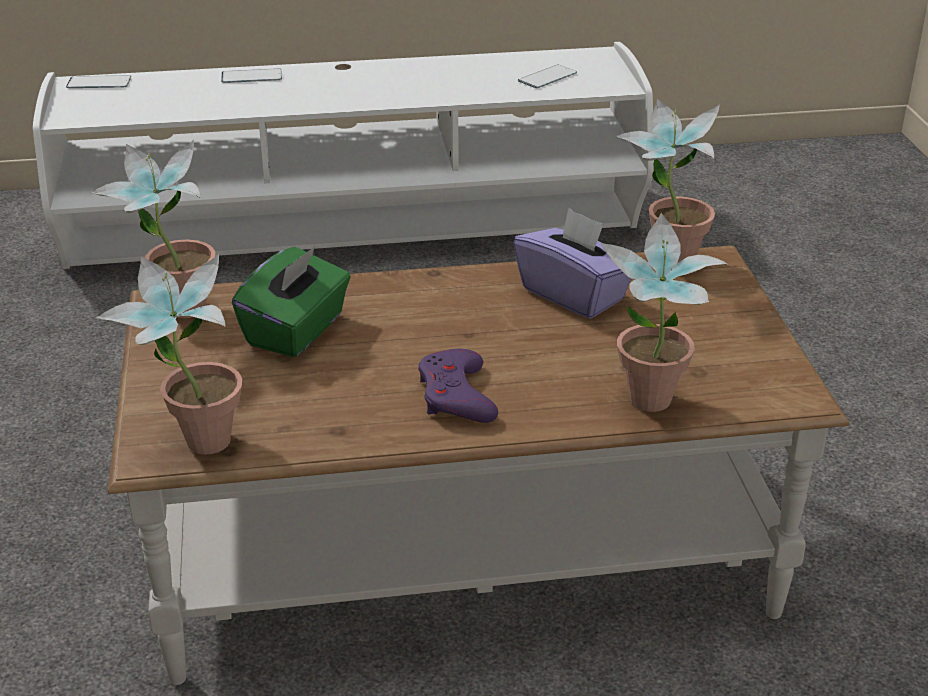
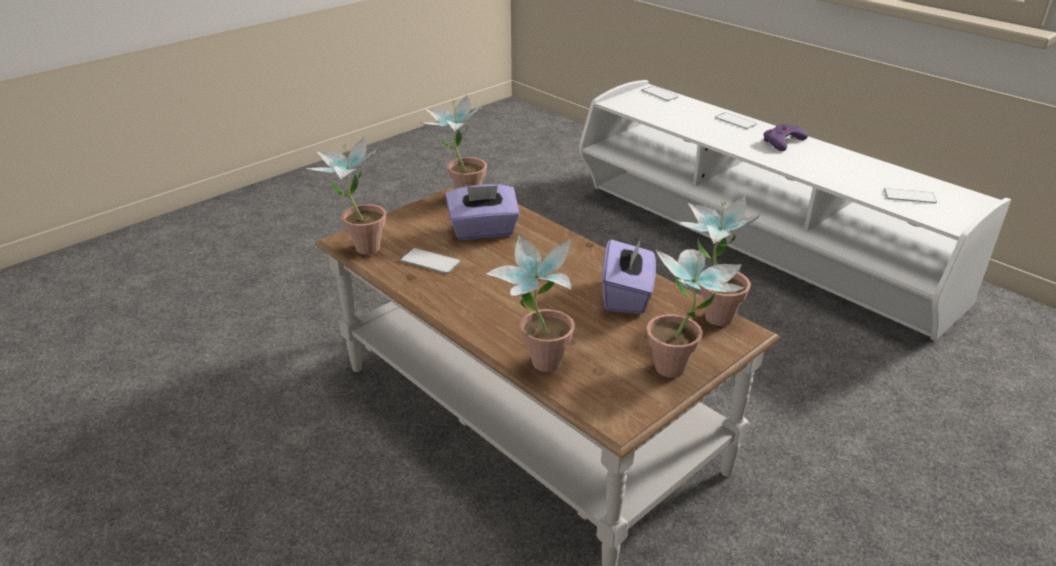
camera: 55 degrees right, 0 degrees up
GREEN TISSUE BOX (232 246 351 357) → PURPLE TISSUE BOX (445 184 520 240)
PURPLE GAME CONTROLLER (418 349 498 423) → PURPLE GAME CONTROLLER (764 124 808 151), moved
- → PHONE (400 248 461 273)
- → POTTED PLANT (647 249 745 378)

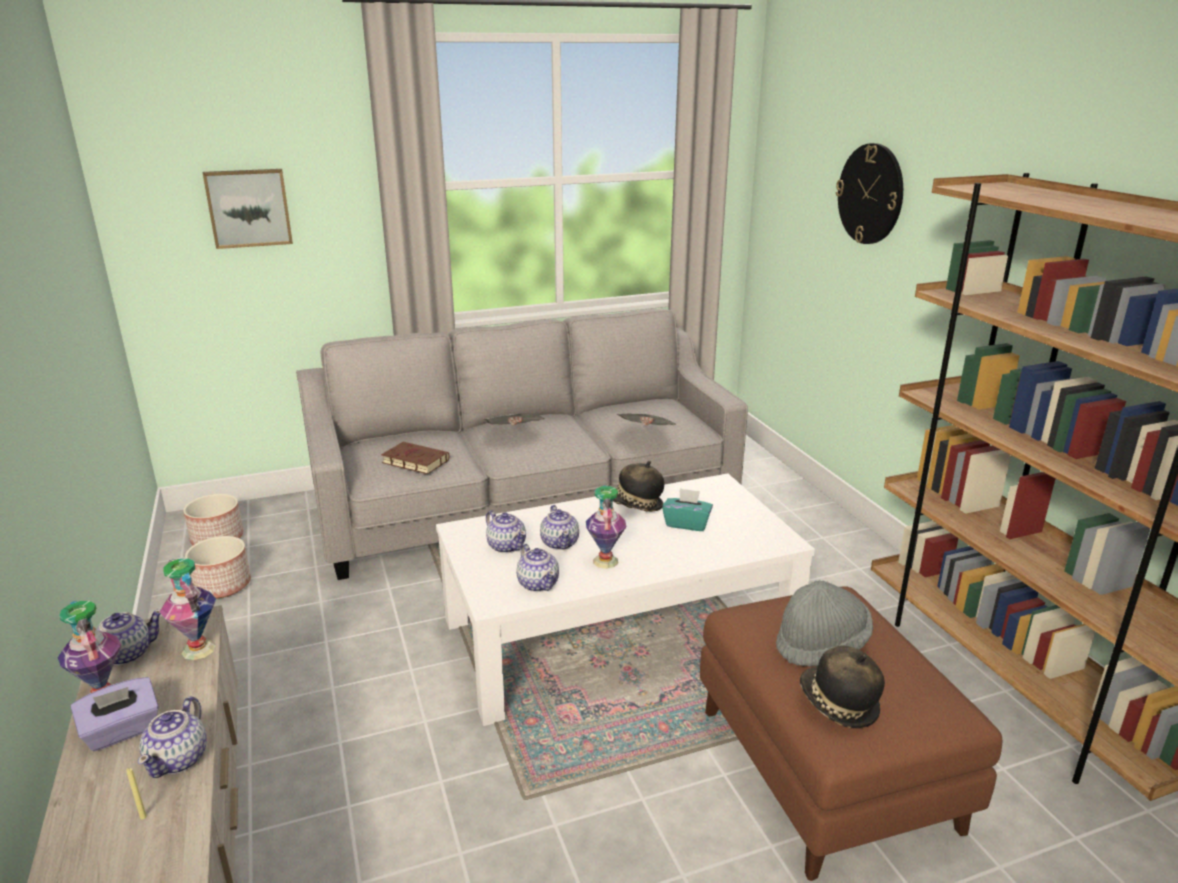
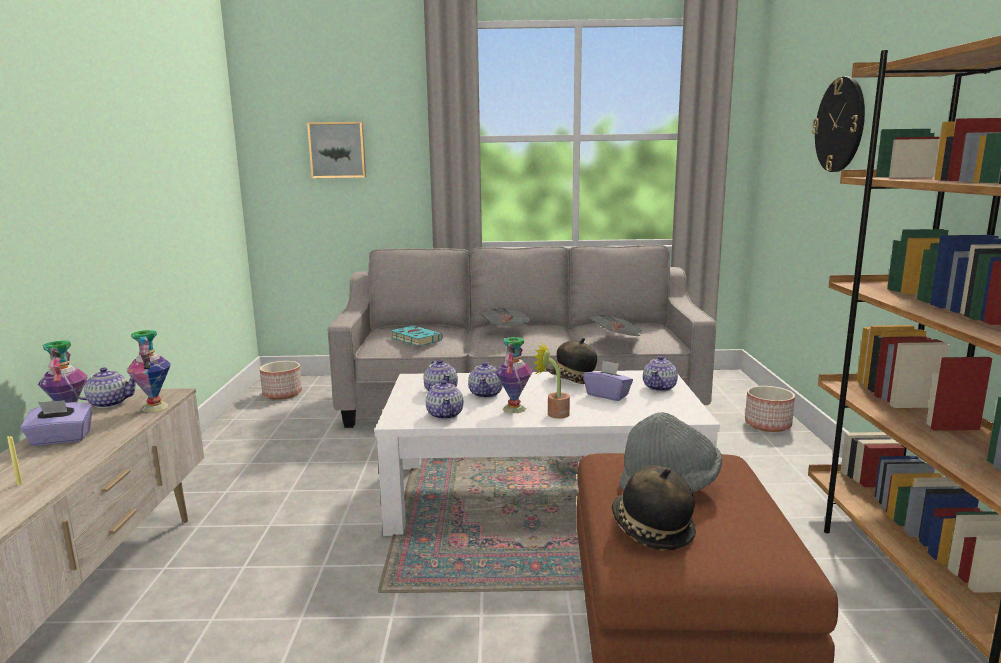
camera: 20 degrees right, 10 degrees down
TEAPOT (138 696 207 778) → TEAPOT (643 356 678 392), moved
PLANTER (185 536 251 599) → PLANTER (745 386 795 432), moved
BROWN BOOK (381 442 450 474) → TURQUOISE BOOK (391 326 443 346)
TURQUOISE TISSUE BOX (662 488 713 531) → PURPLE TISSUE BOX (583 360 633 401)
- → POTTED PLANT (533 342 570 419)

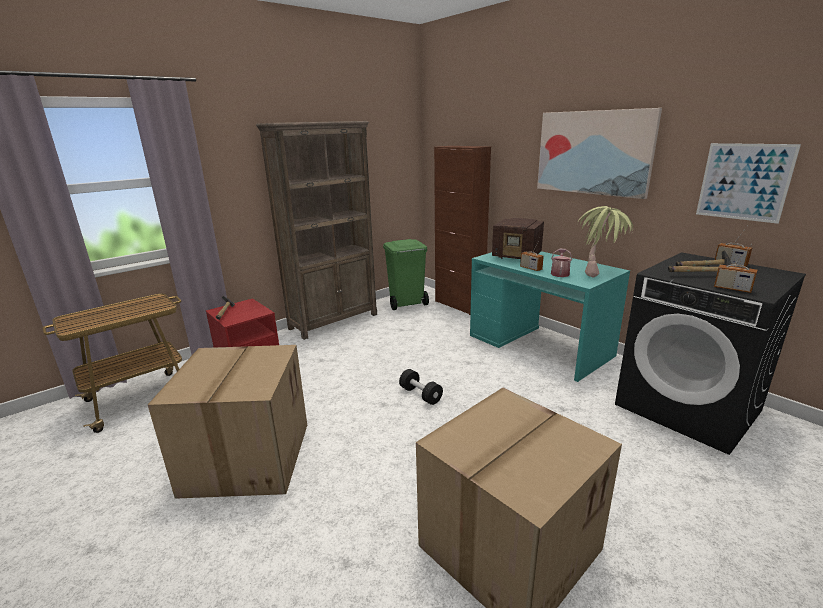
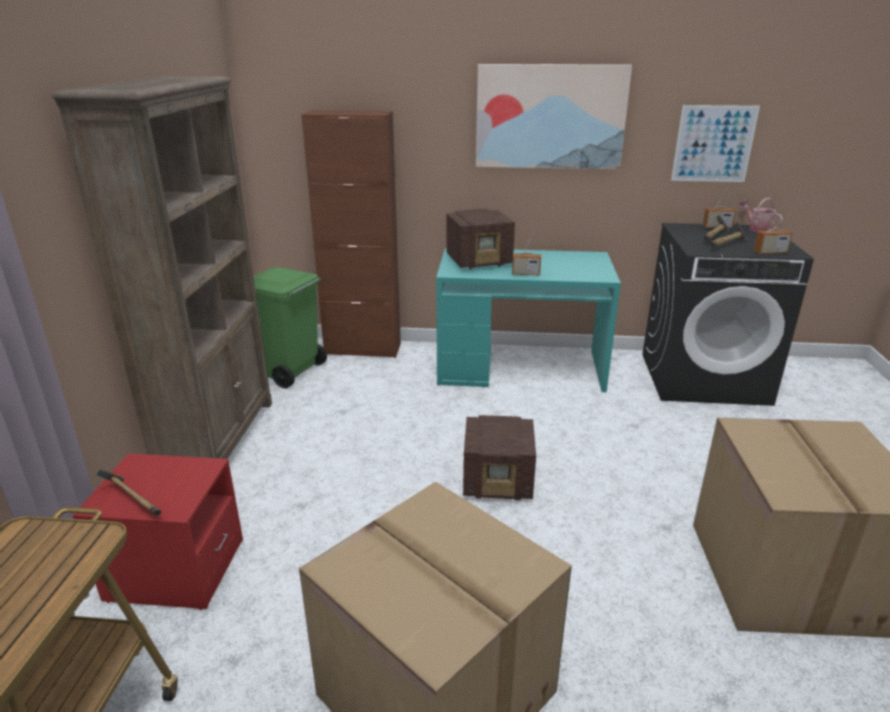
camera: 45 degrees left, 5 degrees up
BLACK DUMBBELL (399 369 443 405) → RADIO (463 415 536 500)
WATERING CAN (551 249 572 277) → WATERING CAN (740 198 783 233), moved
POTTED PLANT (577 206 633 278) → -

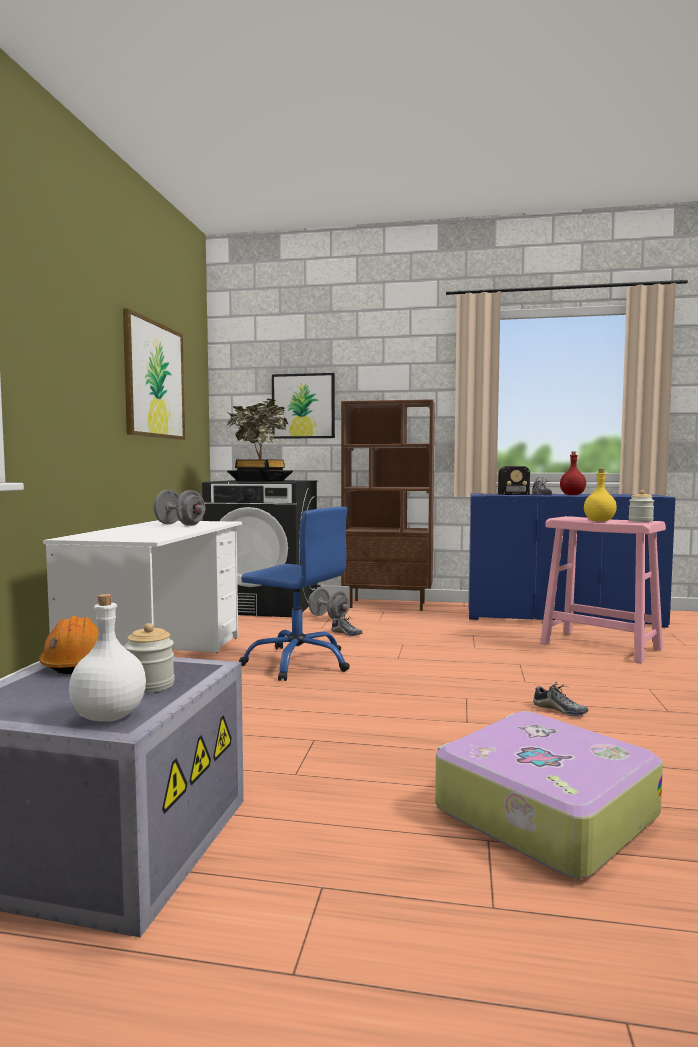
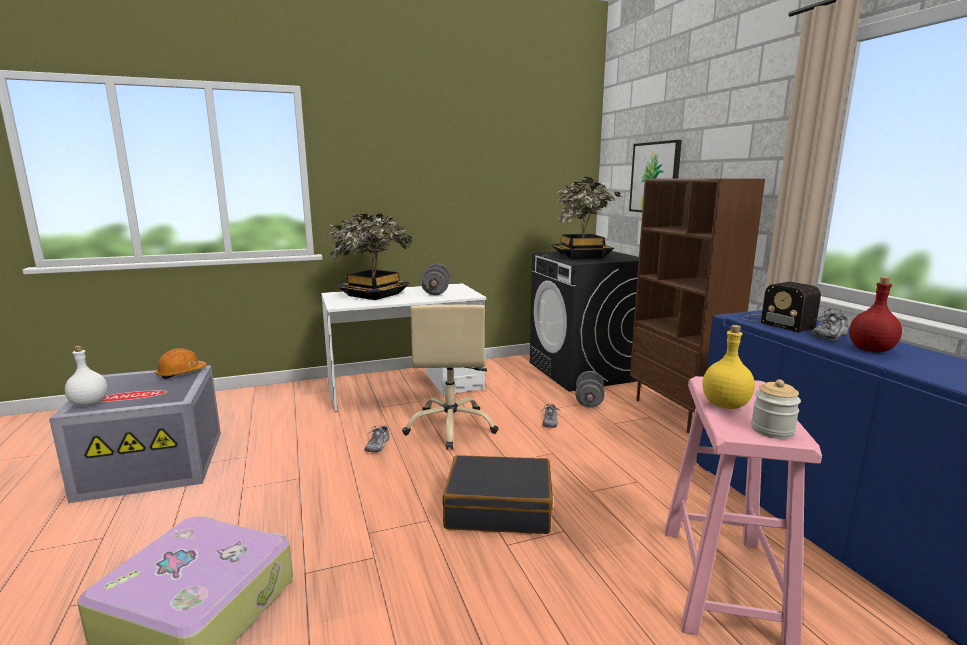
camera: 60 degrees right, 10 degrees up
PICTURE (123 308 185 440) → -
JAR (124 623 175 693) → -
BLUE OFFICE CHAIR (239 507 350 681) → BEIGE OFFICE CHAIR (402 305 499 450)
SHOE (533 682 588 716) → SHOE (364 425 390 453), moved
- → POTTED PLANT (327 211 413 300)
- → BLACK SUITCASE (443 455 553 534)

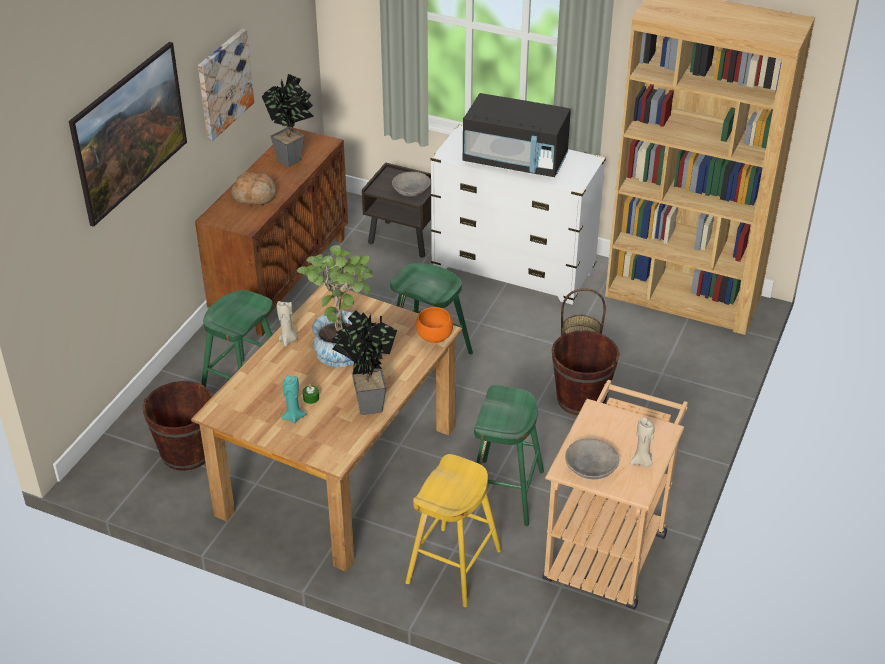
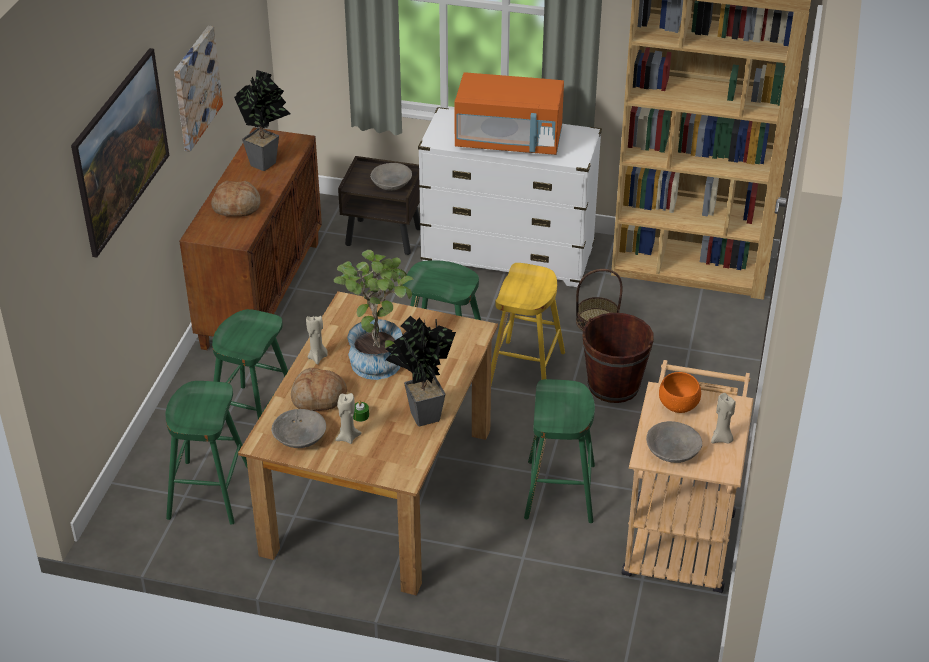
camera: 10 degrees left, 0 degrees up
BROWN BUCKET (143 381 213 471) → GREEN STOOL (165 381 248 525)
TURQUOISE CANDLE (281 376 307 423) → BEIGE CANDLE (335 393 362 444)
YELLOW STOOL (405 454 502 607) → YELLOW STOOL (491 263 565 385), moved
ORANGE BOWL (416 307 453 343) → ORANGE BOWL (659 372 701 413), moved
BLACK MICROWAVE (463 93 571 177) → ORANGE MICROWAVE (454 72 564 155)
- → GREY BOWL (271 409 326 448)
- → BREAD (291 368 347 411)

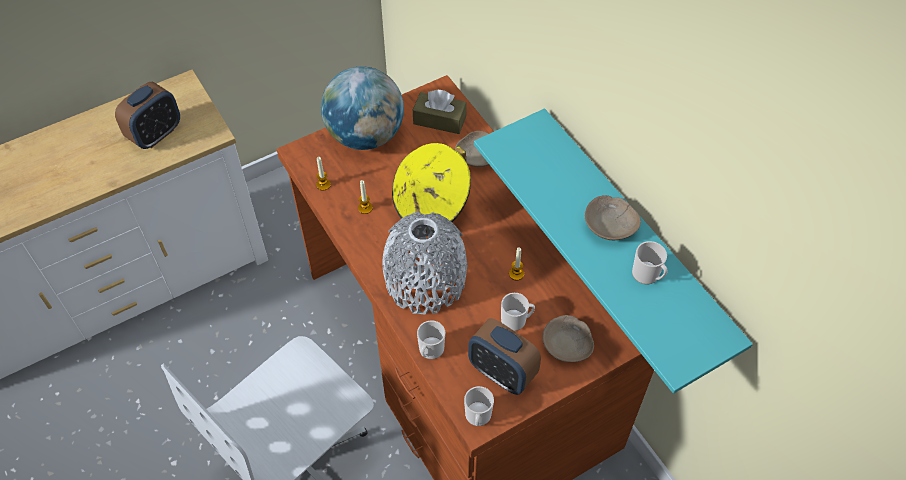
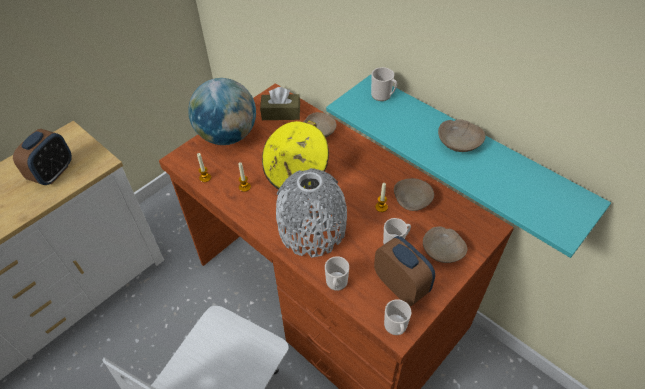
camera: 15 degrees left, 5 degrees down
ALARM CLOCK (468 318 541 395) → ALARM CLOCK (374 236 435 306), 150 degrees counterclockwise
MUG (632 241 668 284) → MUG (371 67 397 101), moved
- → BEIGE BOWL (394 178 434 211)

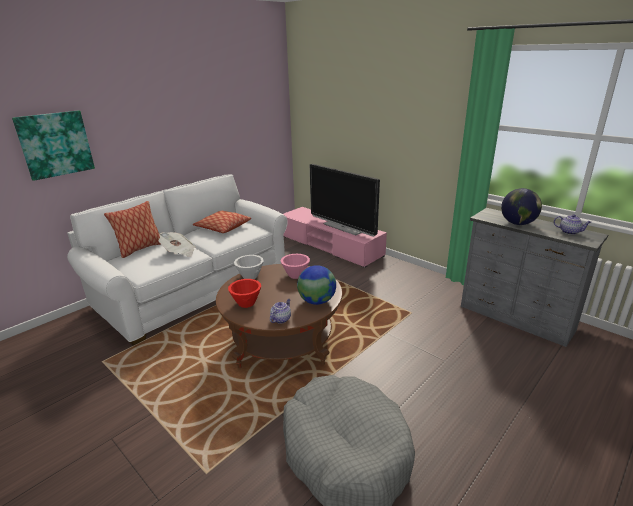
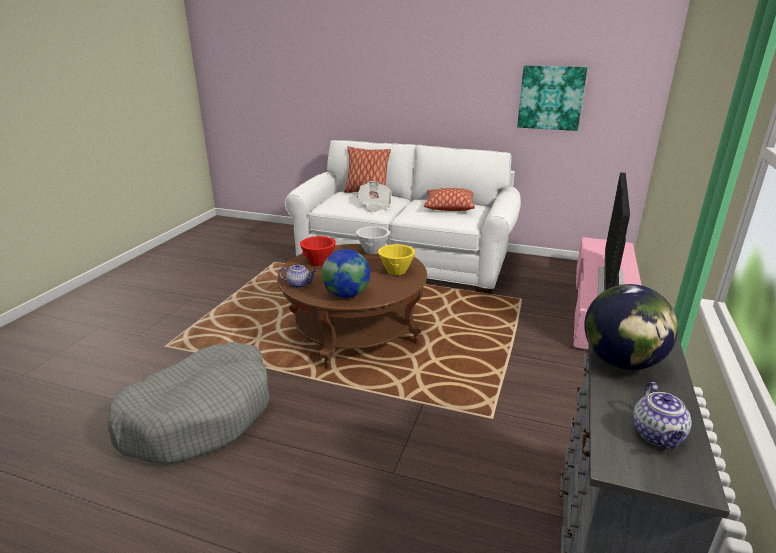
camera: 65 degrees right, 0 degrees up
PICTURE (12 110 95 181) → PICTURE (517 65 587 131), moved
PINK BOWL (281 254 310 279) → YELLOW BOWL (378 244 415 275)

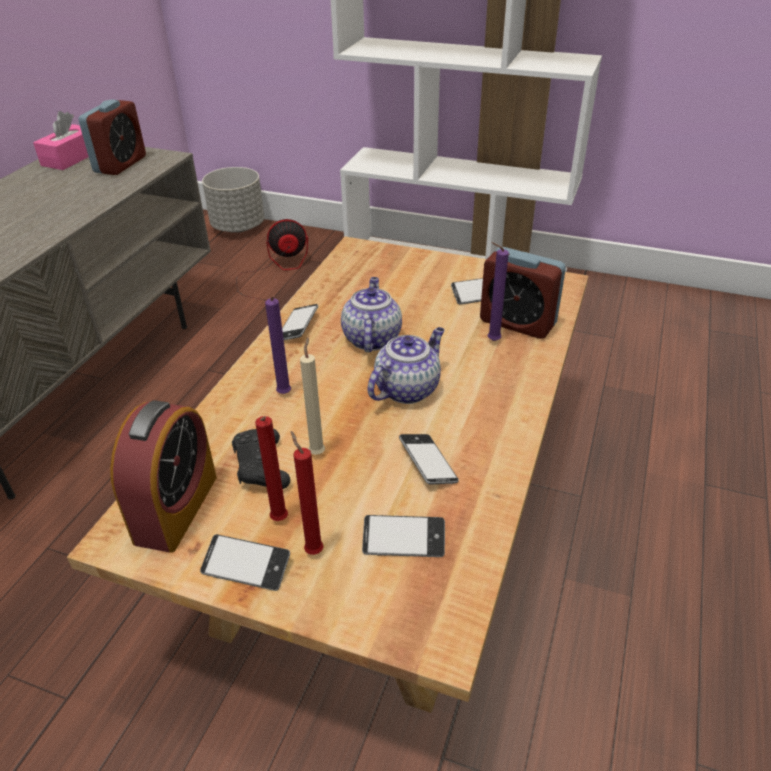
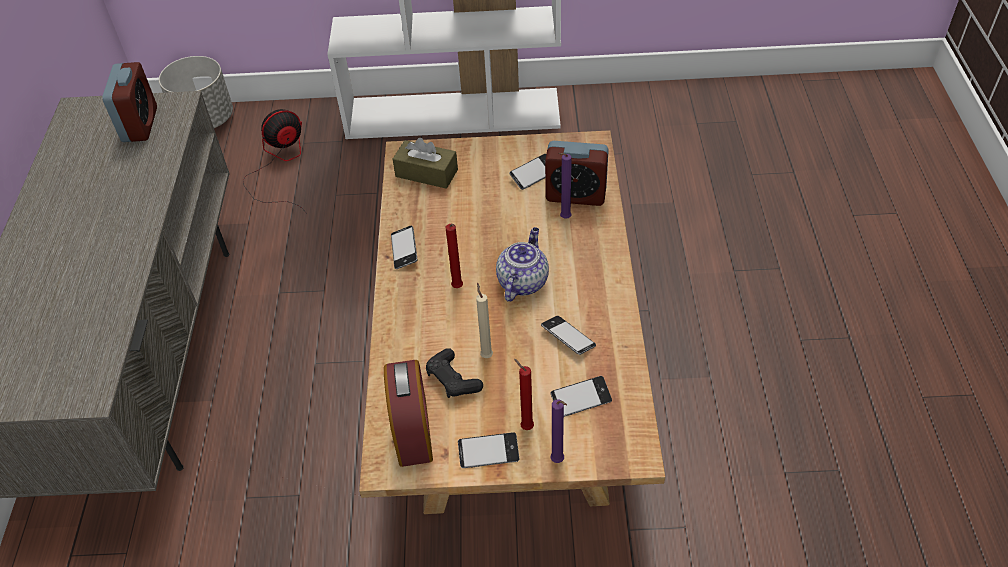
camera: 20 degrees left, 10 degrees up
PINK TISSUE BOX (33 111 89 170) → -
RED CANDLE (255 416 288 521) → RED CANDLE (446 224 463 288), moved
PURPLE CANDLE (265 296 291 394) → PURPLE CANDLE (551 399 567 463), moved
TEAPOT (341 277 402 352) → -
- → BROWN TISSUE BOX (393 138 458 189)

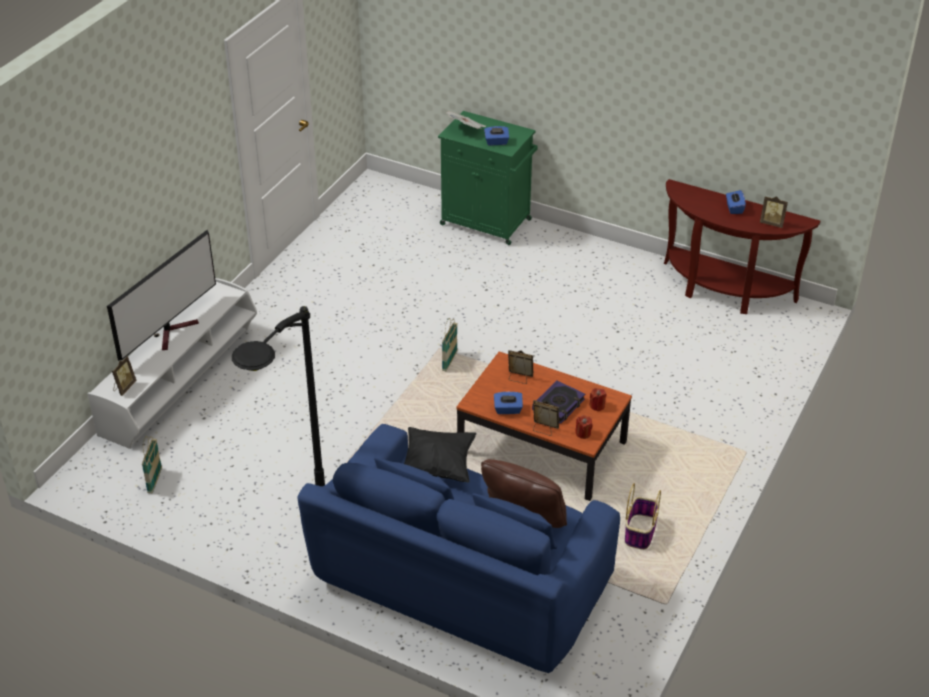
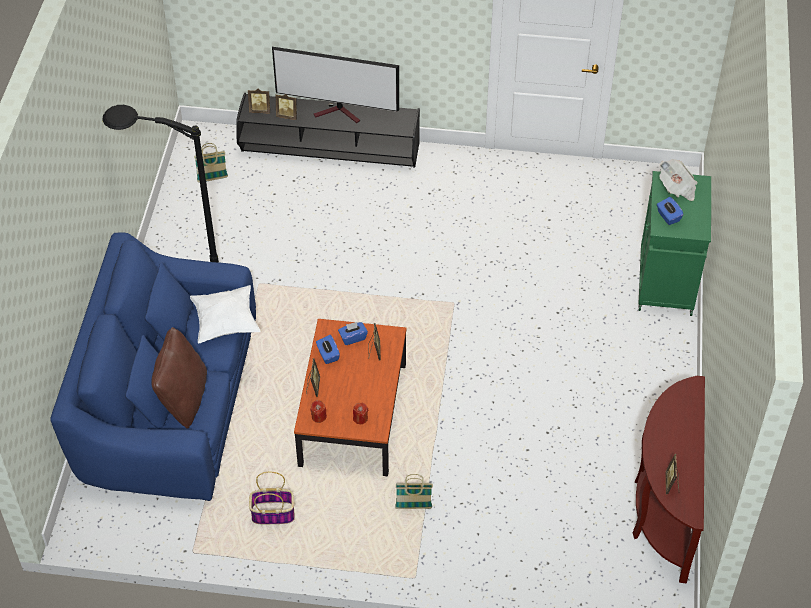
camera: 70 degrees right, 10 degrees up
WHITE TV STAND (87 278 257 449) → BLACK TV STAND (236 93 420 167)
BLACK PILLOW (404 427 476 482) → WHITE PILLOW (190 285 260 344)
BASKET (442 318 458 371) → BASKET (395 474 433 509), moved
BOOK (532 381 585 424) → -
BLUE TISSUE BOX (726 190 746 214) → BLUE TISSUE BOX (338 322 368 345), moved
- → PICTURE FRAME (276 94 297 120)

